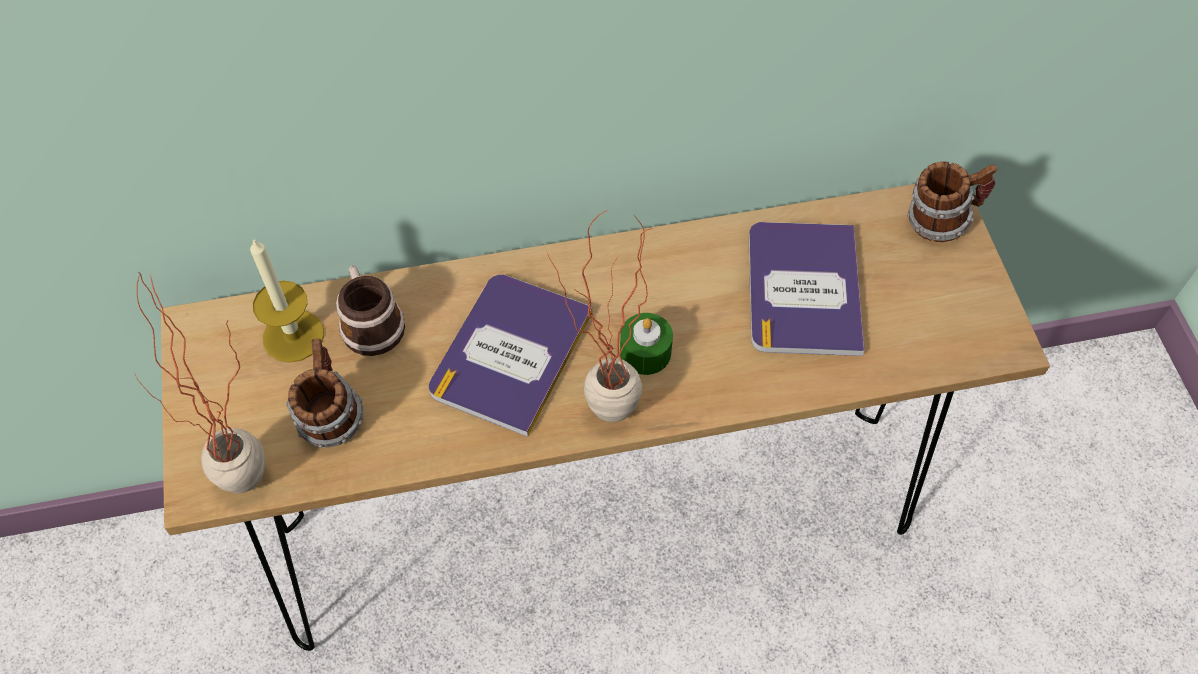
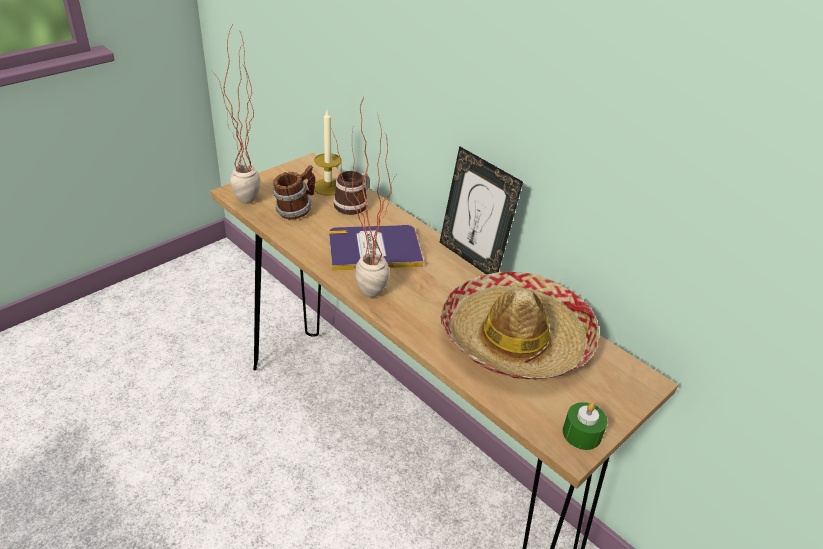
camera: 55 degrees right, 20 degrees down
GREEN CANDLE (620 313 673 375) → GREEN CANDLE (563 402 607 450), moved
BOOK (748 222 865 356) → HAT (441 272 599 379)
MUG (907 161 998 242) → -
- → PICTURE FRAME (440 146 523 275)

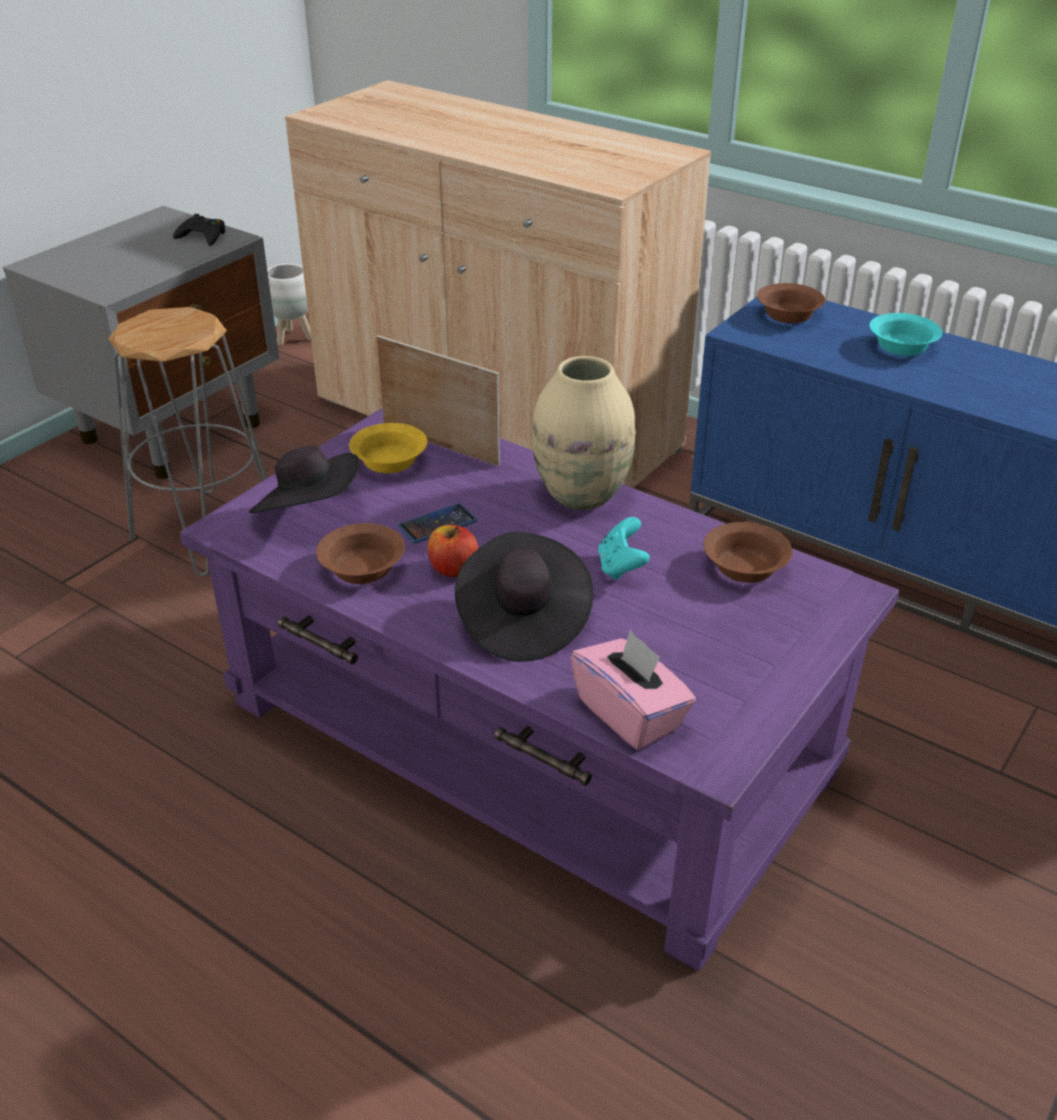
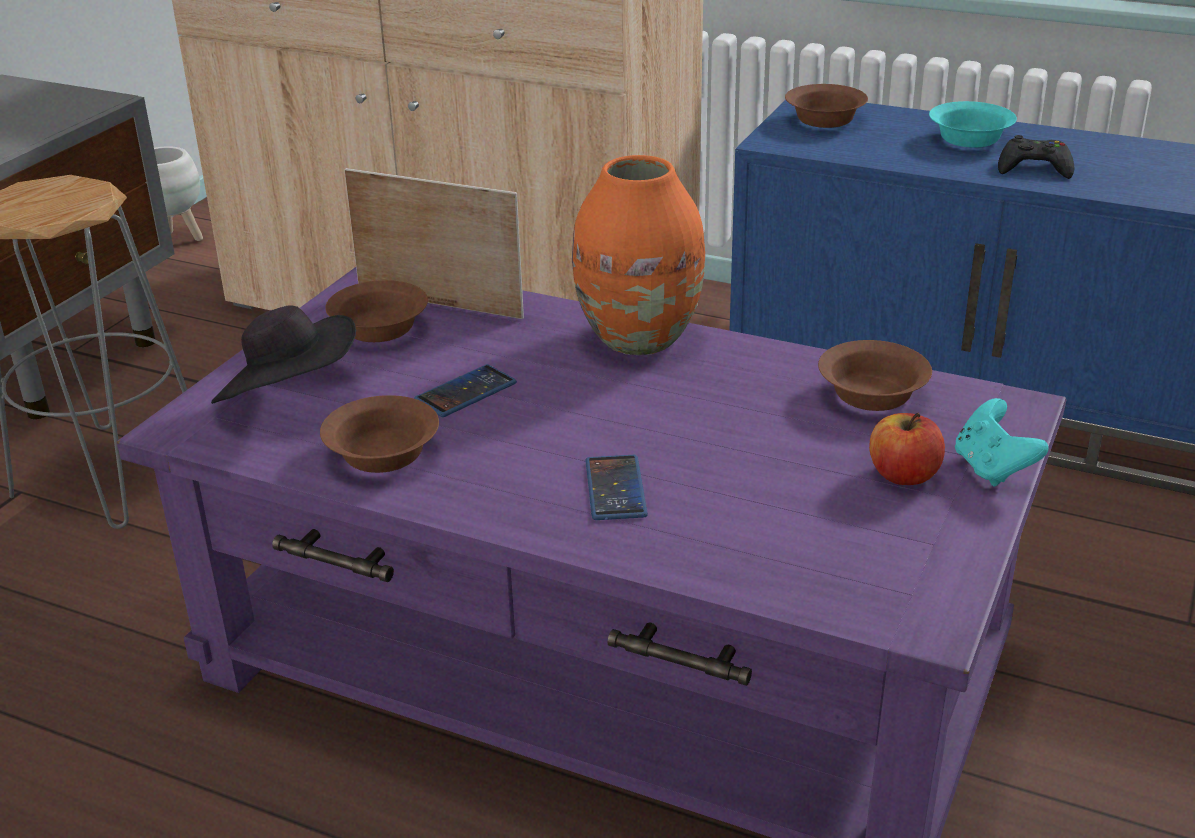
camera: 10 degrees left, 5 degrees down
BLACK GAME CONTROLLER (173 214 226 246) → BLACK GAME CONTROLLER (998 135 1075 179), moved
YELLOW BOWL (349 423 427 473) → BROWN BOWL (325 280 428 342)
APPLE (428 525 478 577) → APPLE (869 412 945 485), moved
BLACK HAT (455 532 593 662) → PHONE (585 455 648 520)
BEIGE VASE (532 356 636 510) → ORANGE VASE (572 155 705 355)
PINK TISSUE BOX (571 629 696 750) → -
TURQUOISE GAME CONTROLLER (598 517 650 580) → TURQUOISE GAME CONTROLLER (955 398 1049 487), moved

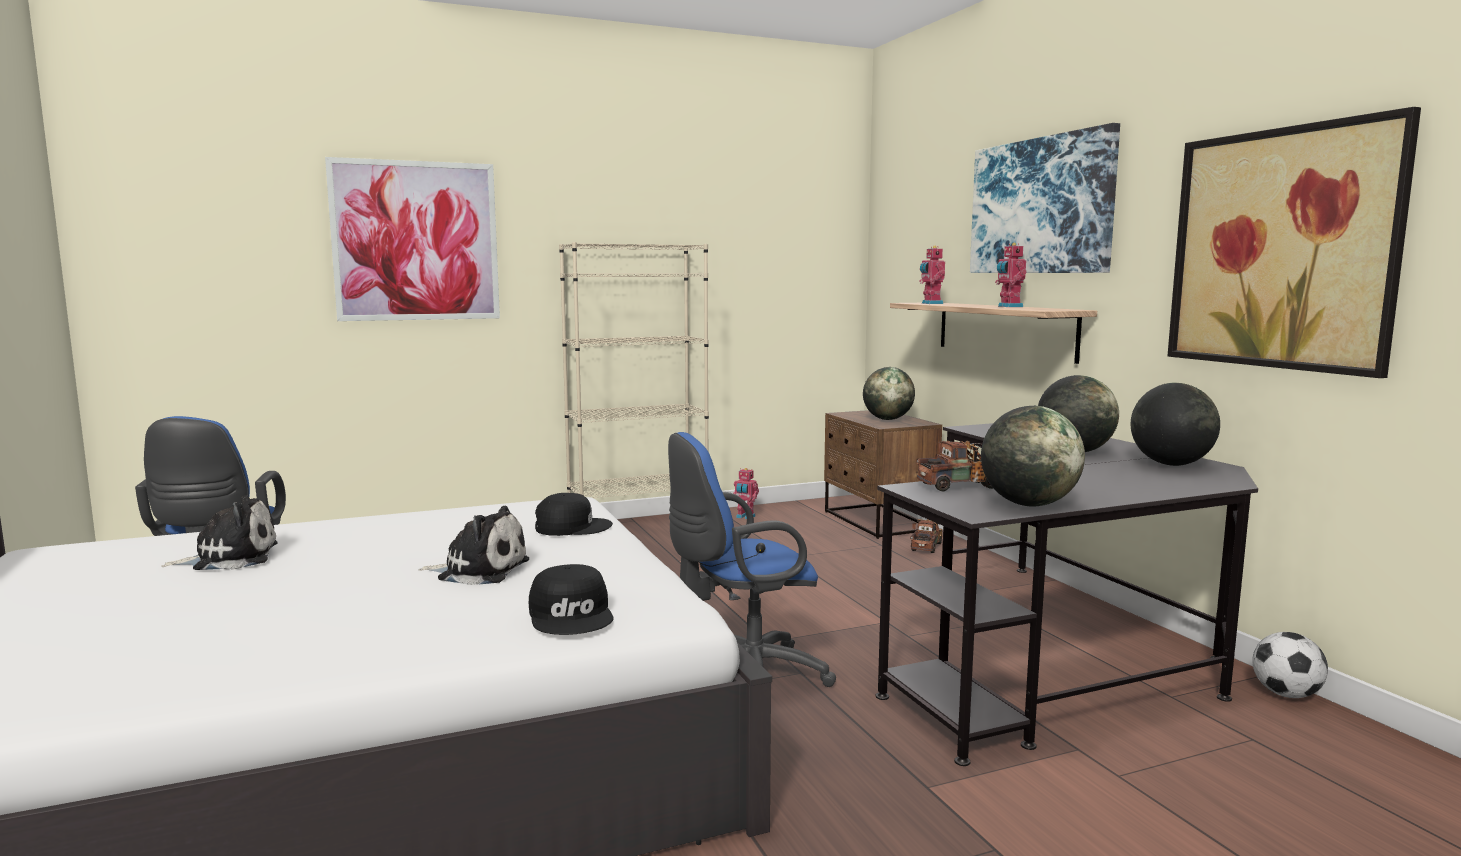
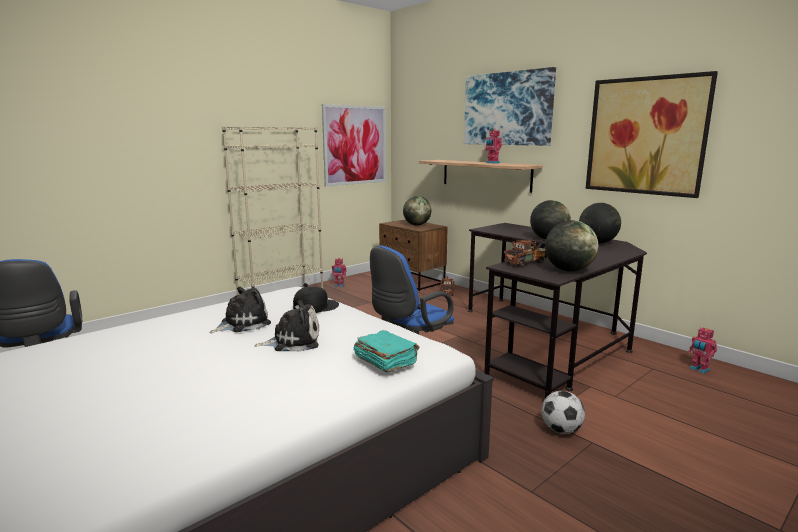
camera: 20 degrees left, 5 degrees up
PLUSH TOY (161 495 278 570) → PLUSH TOY (210 287 271 333), moved
PICTURE (325 157 500 321) → PICTURE (322 104 386 187), moved
BLACK CAP (529 564 613 635) → TURQUOISE BOOK (354 330 420 373)
TOY ROBOT (919 246 945 304) → TOY ROBOT (688 327 717 374), moved
FOOTBALL (1252 632 1328 698) → FOOTBALL (541 391 585 434), moved

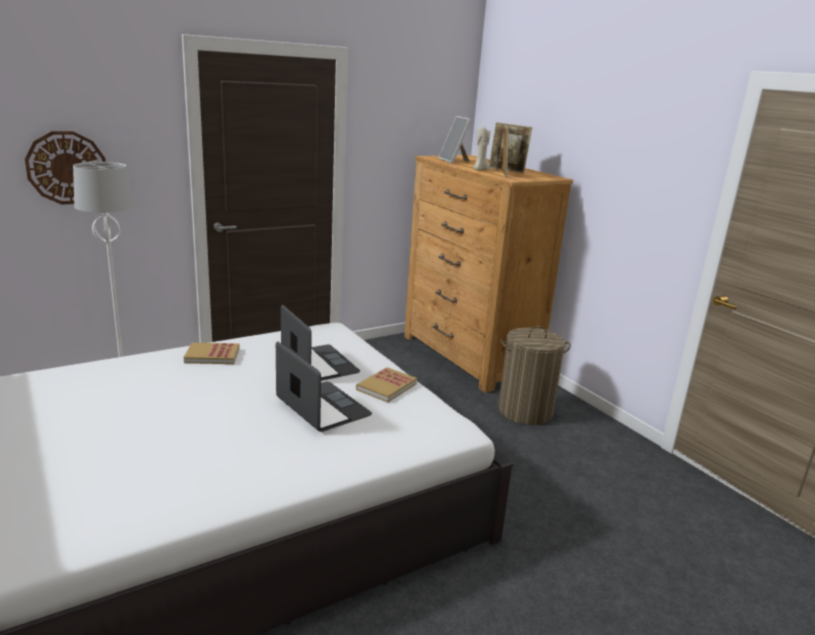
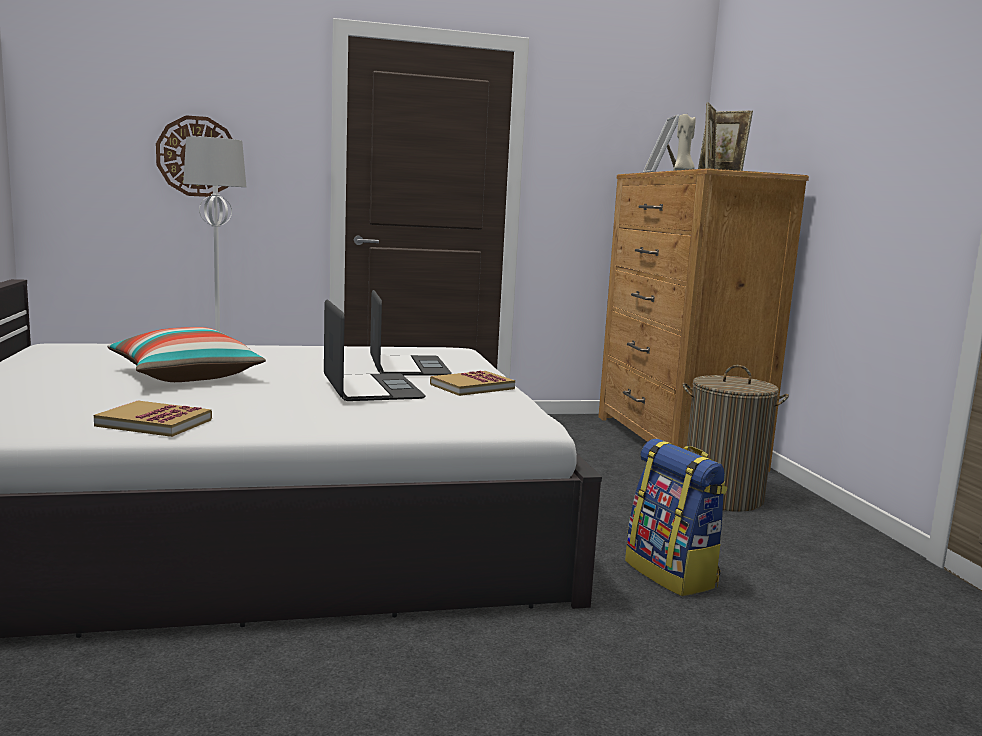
camera: 20 degrees right, 10 degrees down
BOOK (184 343 240 364) → BOOK (94 401 212 437), moved
- → PILLOW (107 327 266 382)
- → BACKPACK (625 439 728 596)

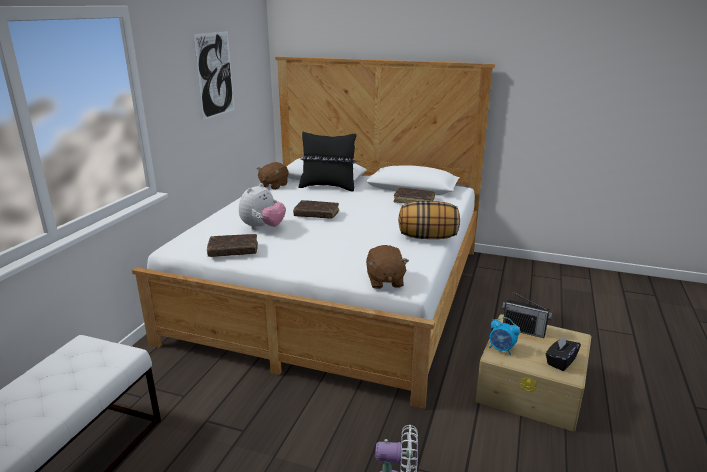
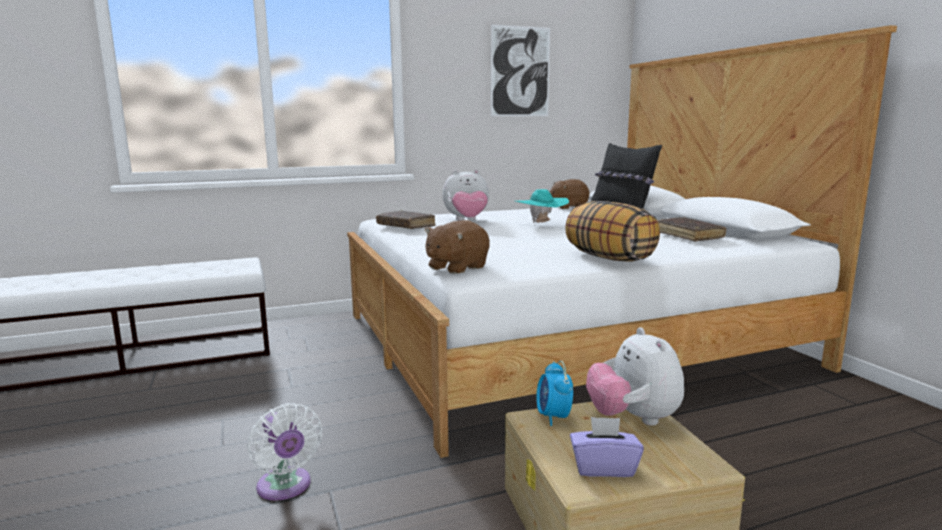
camera: 50 degrees right, 10 degrees down
BROWN BOOK (293 200 339 219) → TURQUOISE HAT (516 189 569 223)
RADIO (502 292 552 338) → PLUSH TOY (586 327 684 426)
BLACK TISSUE BOX (546 336 581 371) → PURPLE TISSUE BOX (570 417 644 477)

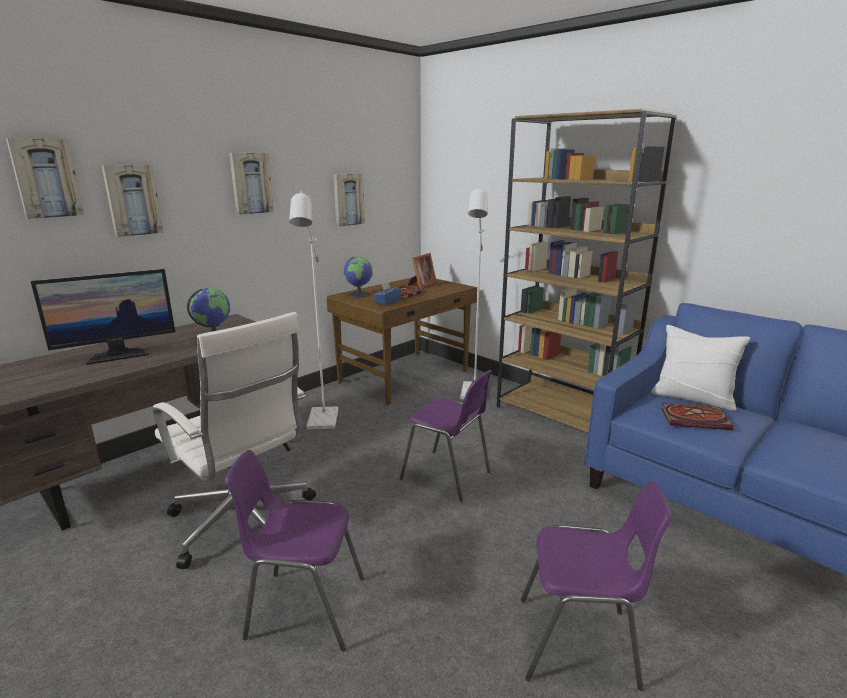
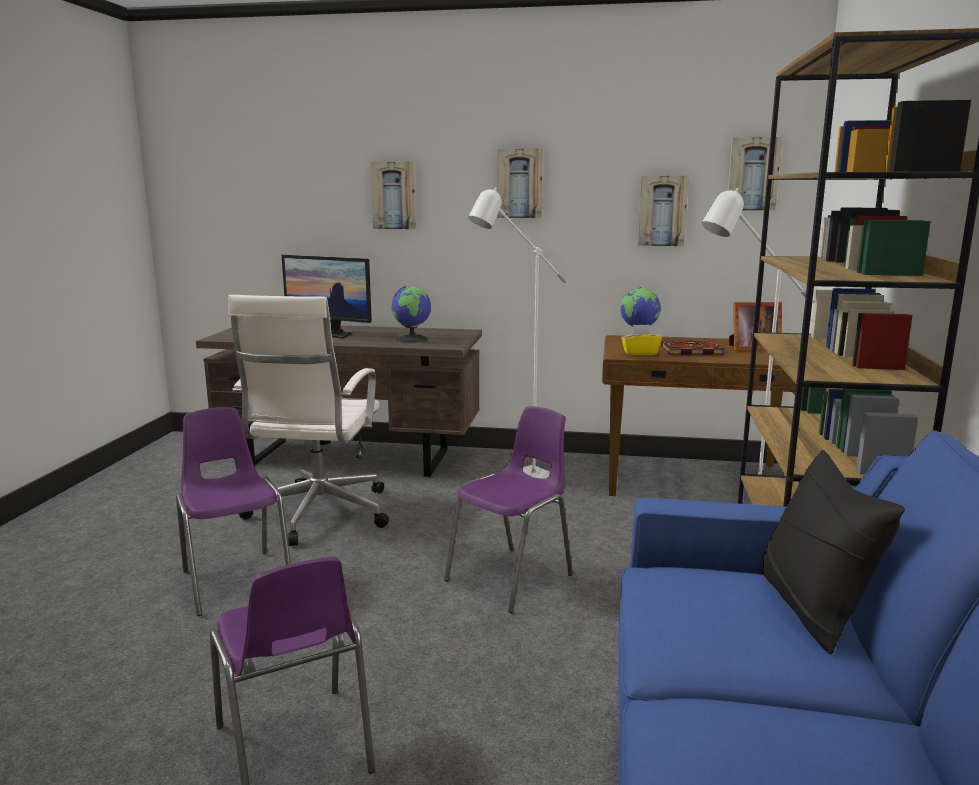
camera: 55 degrees right, 5 degrees down
PICTURE (6 138 84 219) → PICTURE (728 137 782 211), moved
BLUE TISSUE BOX (373 282 401 306) → YELLOW TISSUE BOX (621 325 662 355)
PURPLE CHAIR (400 370 492 502) → PURPLE CHAIR (444 406 573 613), 135 degrees counterclockwise
WHITE PILLOW (651 325 750 411) → BLACK PILLOW (762 450 905 654)
BOOK (661 403 734 430) → -

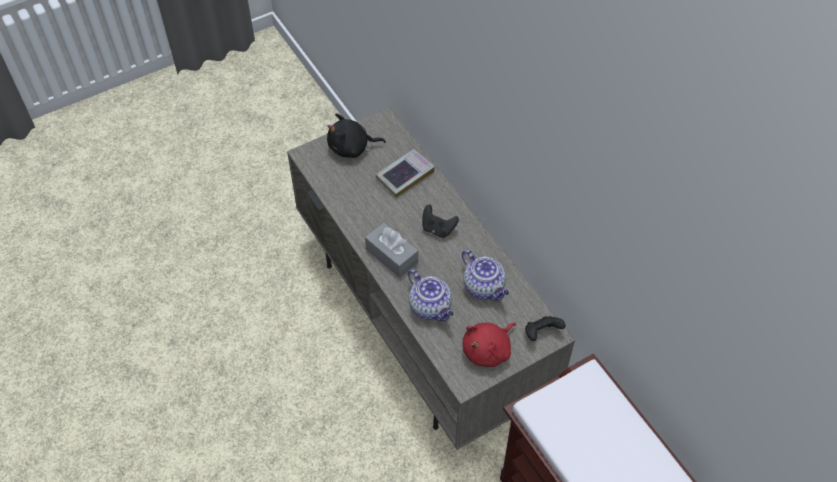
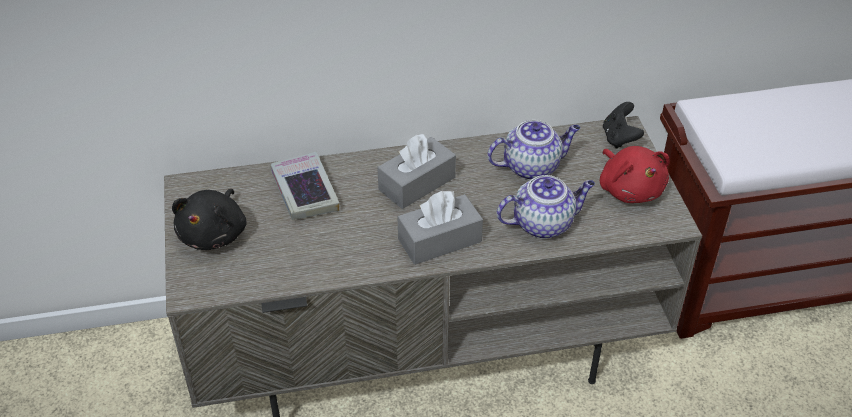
camera: 70 degrees left, 10 degrees down
BLACK GAME CONTROLLER (422 204 459 238) → GREY TISSUE BOX (377 134 456 209)

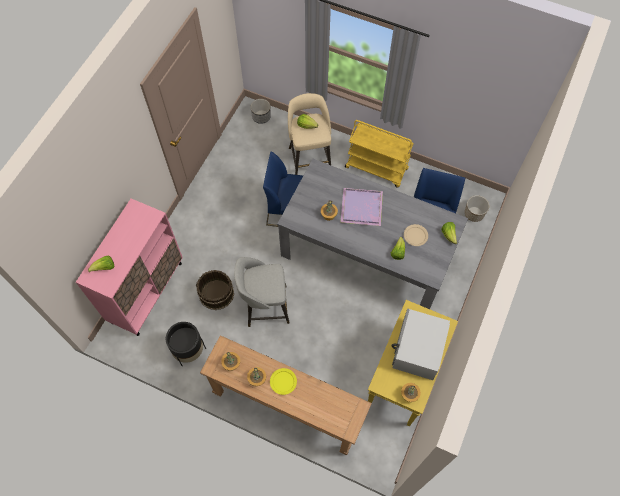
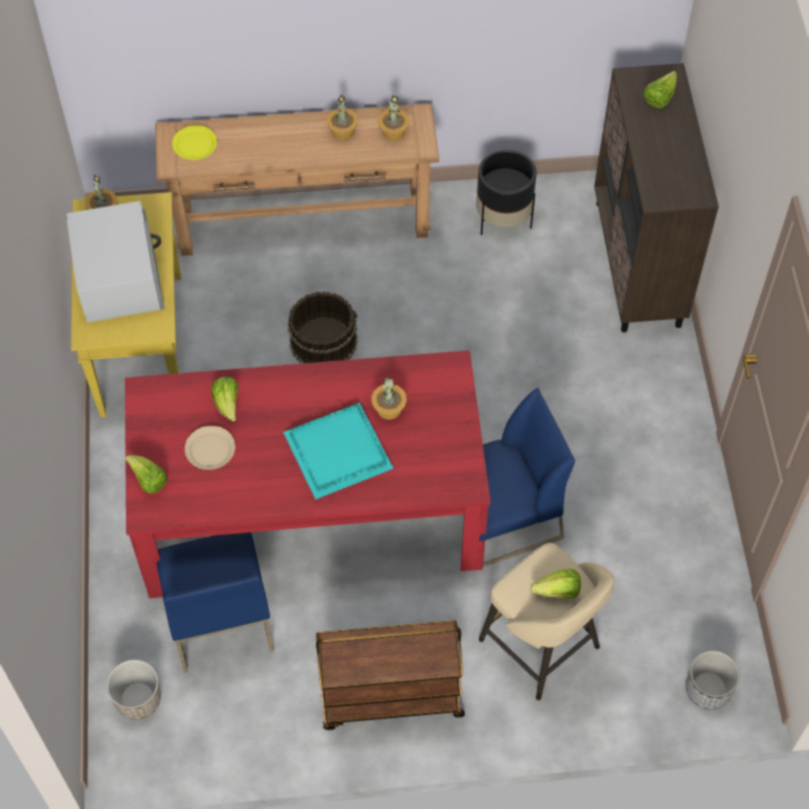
camera: 150 degrees right, 5 degrees down
PINK CABINET (76 199 183 336) → BROWN CABINET (594 63 719 332)
BROWN BUCKET (196 270 234 310) → BROWN BUCKET (288 291 357 364), moved
GREY STOOL (234 257 290 327) → -
YELLOW PLATE (270 368 297 395) → YELLOW PLATE (172 125 217 160), moved
GREY DINING TABLE (277 159 468 309) → RED DINING TABLE (125 350 491 598)
PURPLE TRAY (340 188 383 226) → TURQUOISE TRAY (283 403 394 500)
YELLOW CART (345 120 414 188) → BROWN CART (316 620 465 730)

